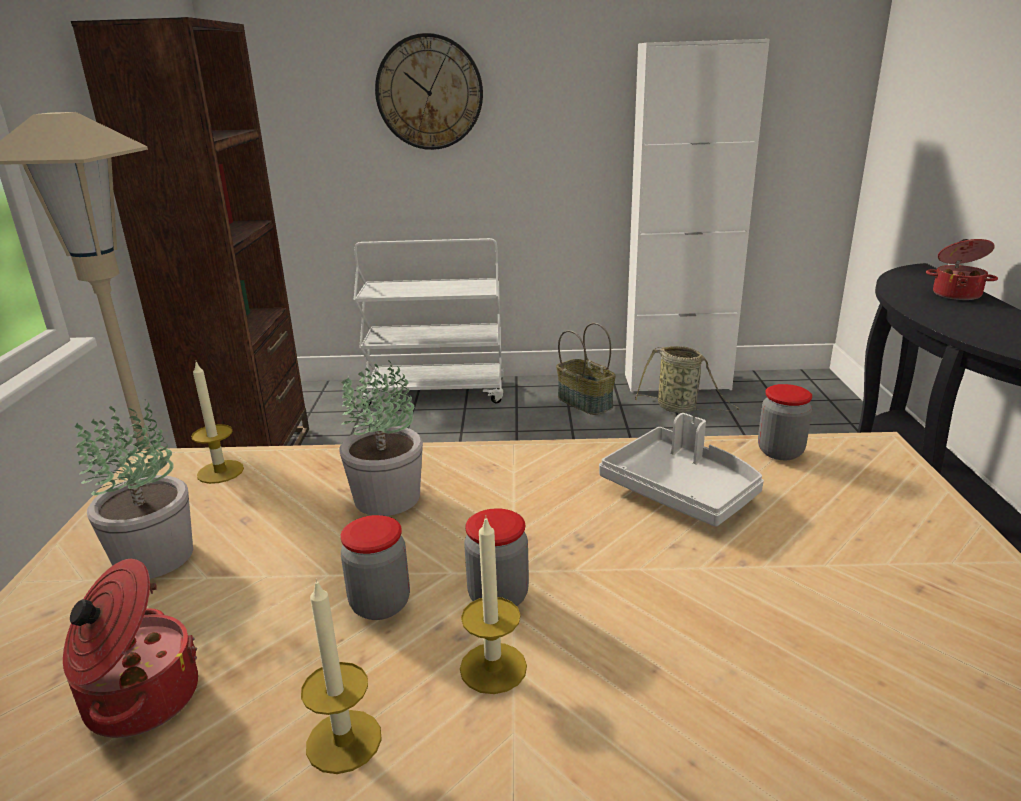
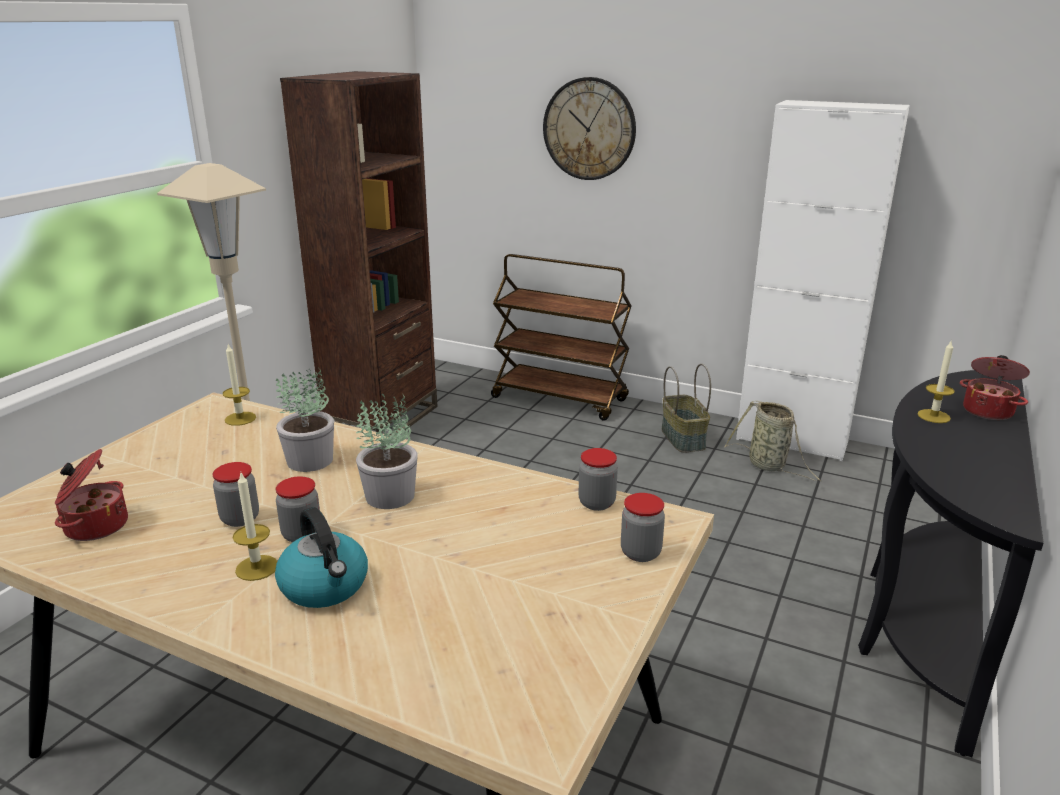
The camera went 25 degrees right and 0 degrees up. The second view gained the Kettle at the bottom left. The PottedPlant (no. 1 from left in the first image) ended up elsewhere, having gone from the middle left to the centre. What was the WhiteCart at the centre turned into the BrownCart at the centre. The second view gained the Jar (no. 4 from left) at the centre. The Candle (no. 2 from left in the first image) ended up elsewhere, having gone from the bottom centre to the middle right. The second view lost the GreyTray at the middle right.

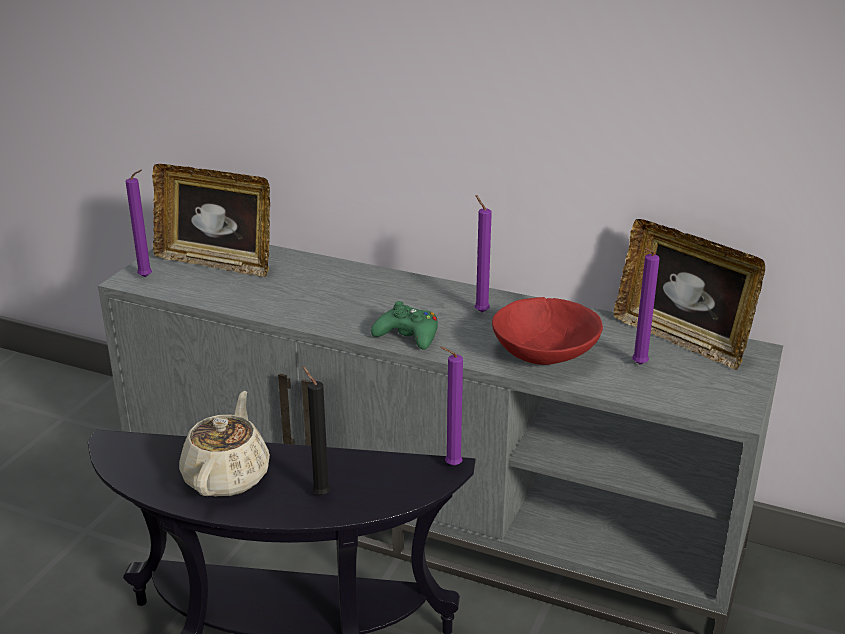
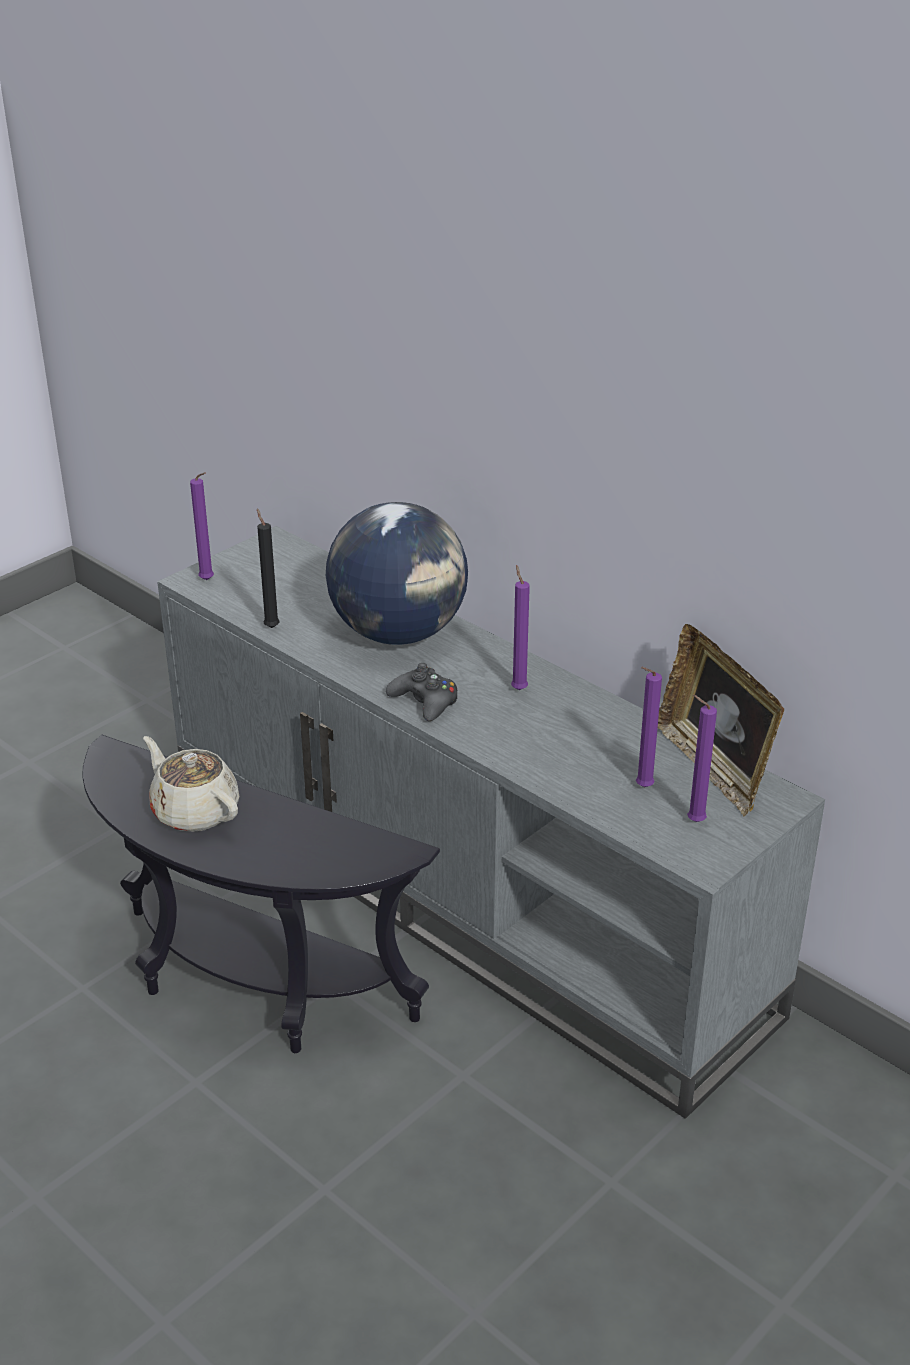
The camera went 20 degrees right and 5 degrees up. The BeigeTeapot at the bottom left ended up facing another way, 75 degrees counterclockwise from before. The BlackCandle ended up elsewhere, having gone from the bottom centre to the middle left. The second view gained the Globe at the centre. What was the GreenGameController at the centre turned into the BlackGameController at the centre. The PurpleCandle (no. 2 from left in the first image) ended up elsewhere, having gone from the centre to the middle right. The second view lost the PictureFrame (no. 1 from left) at the middle left. The second view lost the RedBowl at the centre.

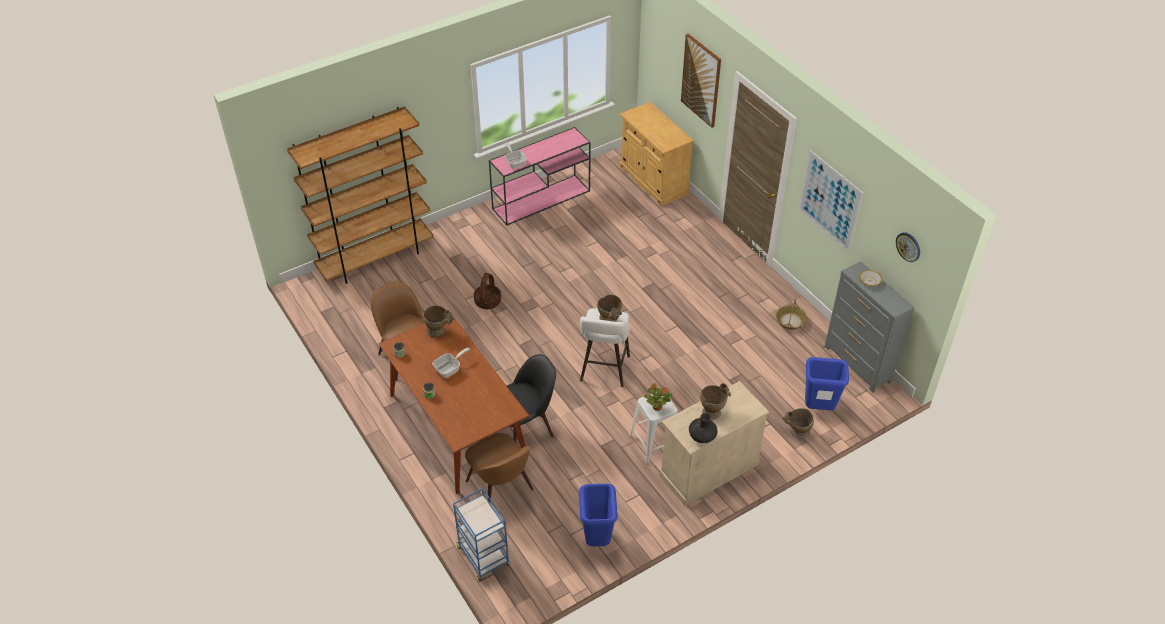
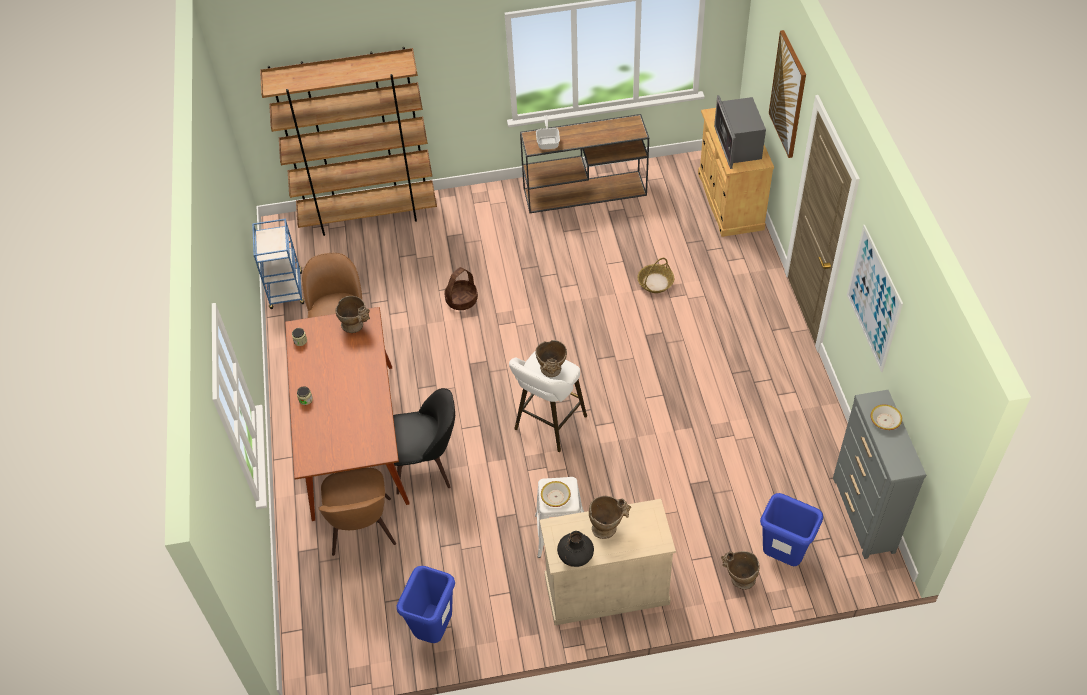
The camera went 25 degrees right and 5 degrees up. The BlueCart ended up elsewhere, having gone from the bottom centre to the middle left. What was the PinkConsoleTable at the top centre turned into the BrownConsoleTable at the top centre. Where the PottedPlant stood at the centre, the Bowl (no. 1 from left) came to stand at the bottom centre. The Basket (no. 2 from left) ended up elsewhere, having gone from the middle right to the centre. The second view gained the Microwave at the top right. The second view lost the FryingPan (no. 1 from left) at the centre. The second view lost the WallClock at the middle right.

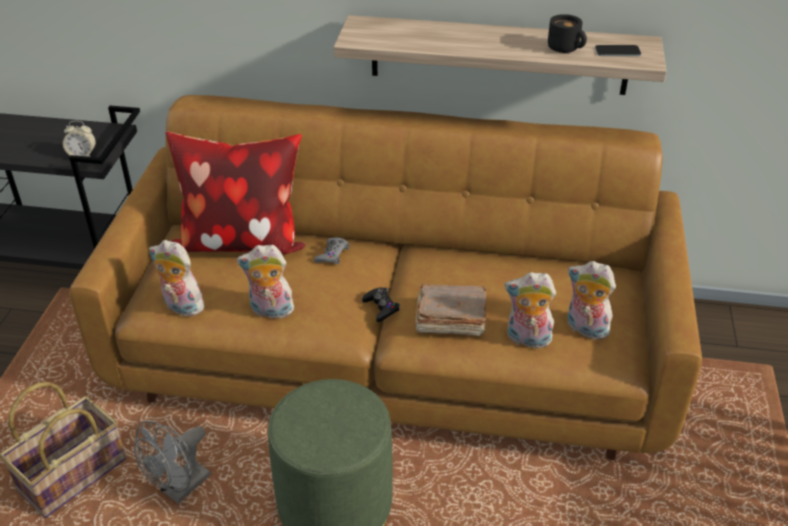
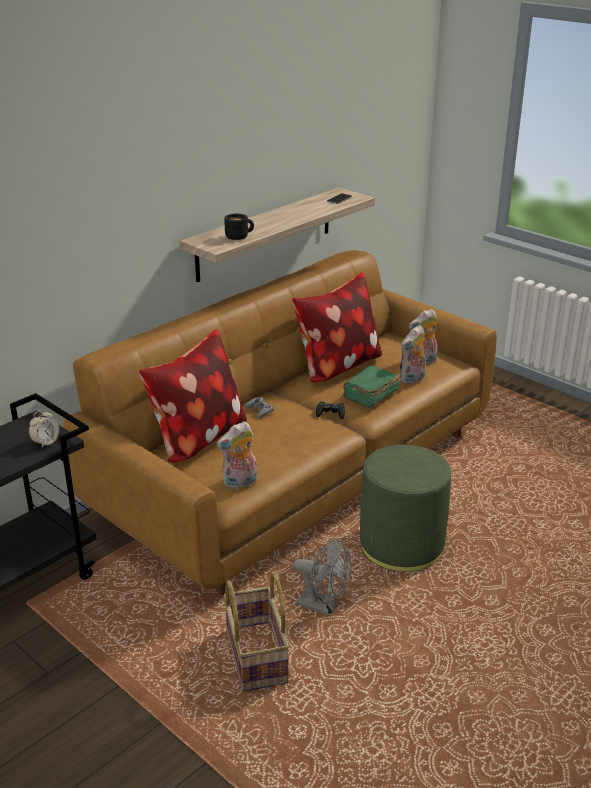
The camera went 55 degrees left and 10 degrees down. The BlackMug ended up elsewhere, having gone from the top right to the top centre. The second view gained the Pillow (no. 2 from left) at the centre. The GreyFan at the bottom left ended up facing another way, 45 degrees counterclockwise from before. What was the BrownBook at the centre turned into the GreenBook at the centre. The second view lost the PlushToy (no. 2 from left) at the centre.

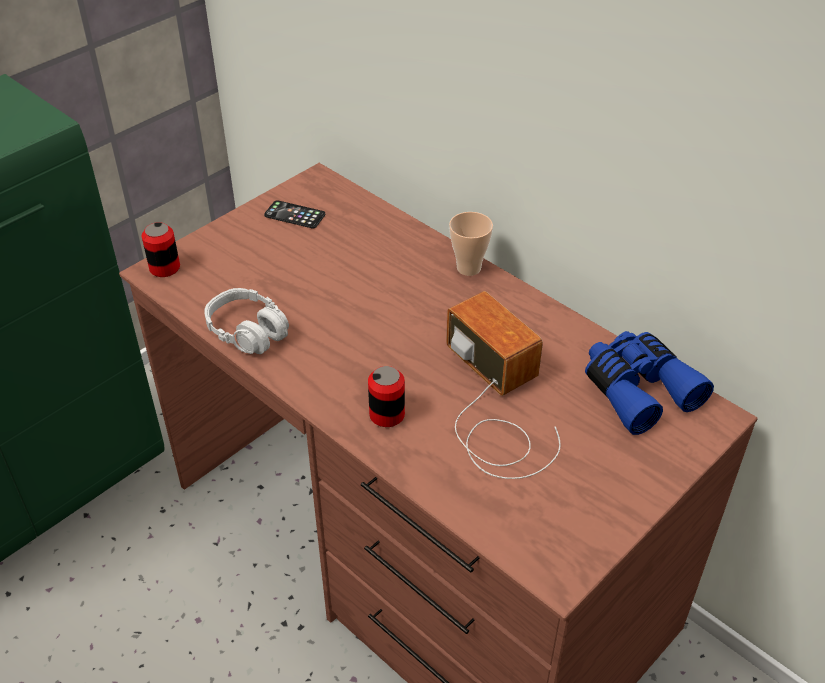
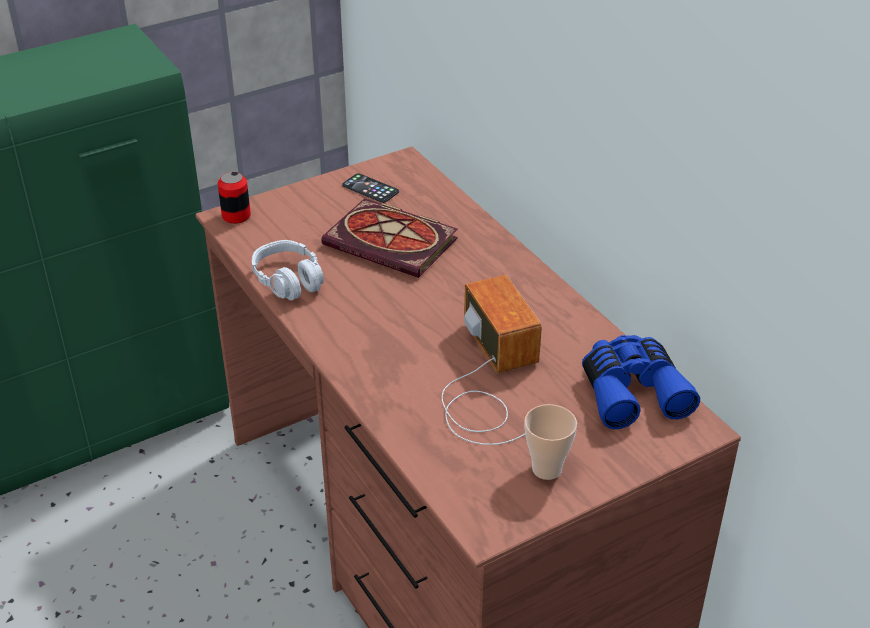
The camera went 15 degrees right and 5 degrees down. The second view gained the Book at the centre. The Cup ended up elsewhere, having gone from the centre to the bottom centre. The second view lost the Can (no. 2 from left) at the centre.

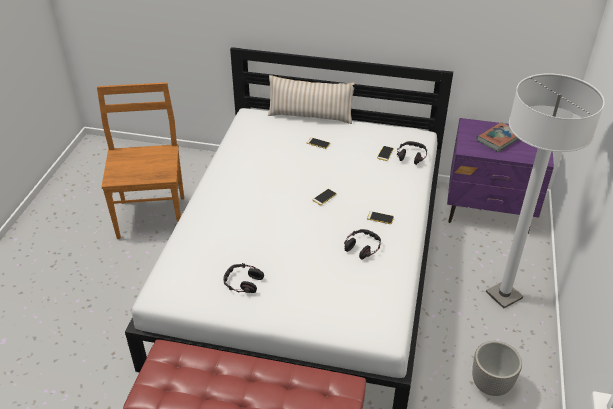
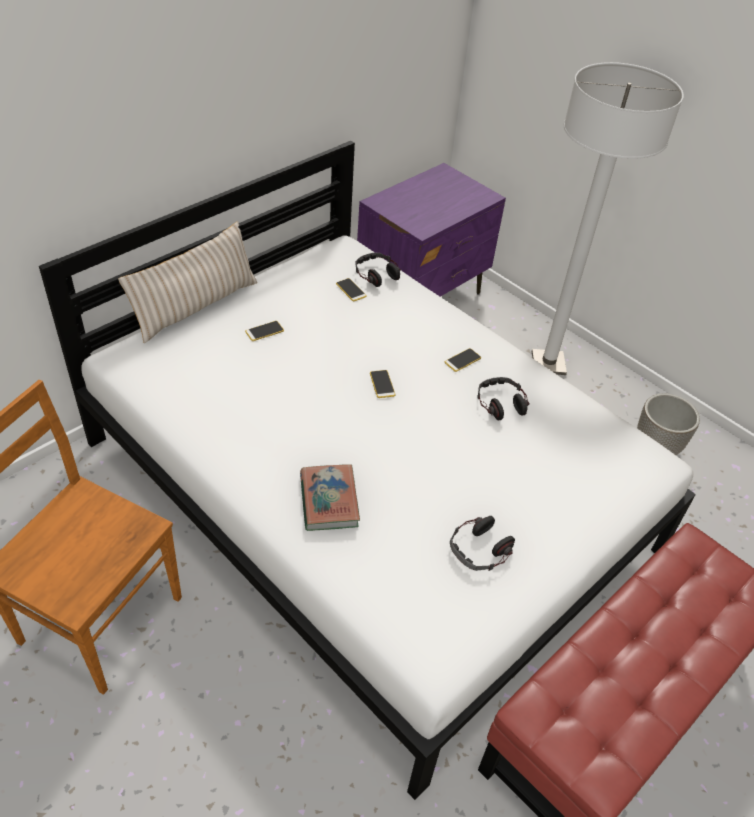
The camera went 60 degrees left and 5 degrees up. The Book ended up elsewhere, having gone from the middle right to the centre.

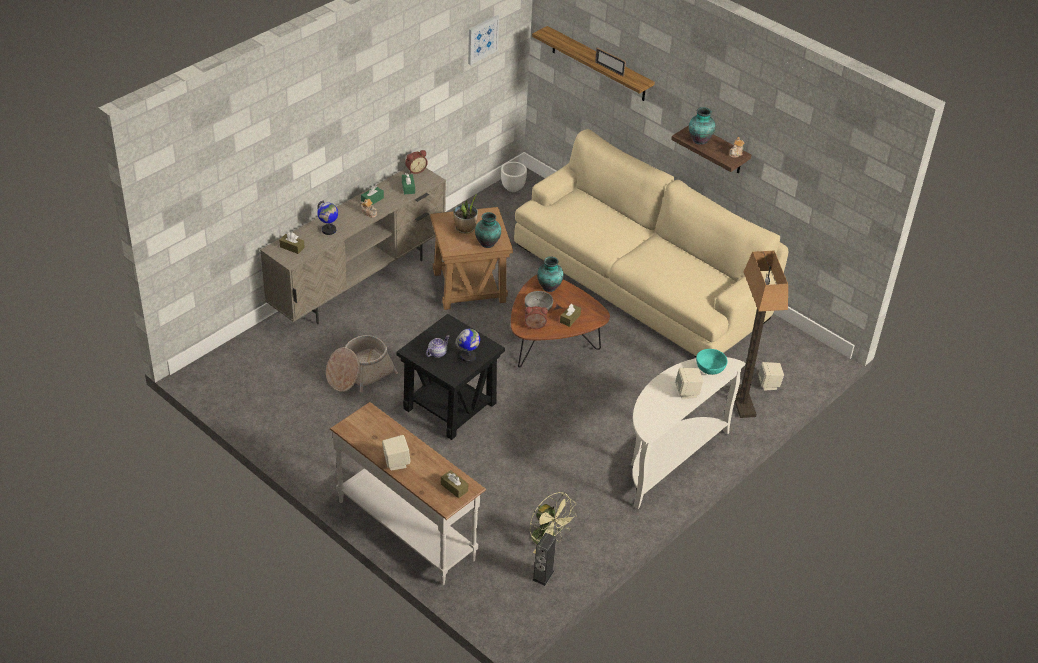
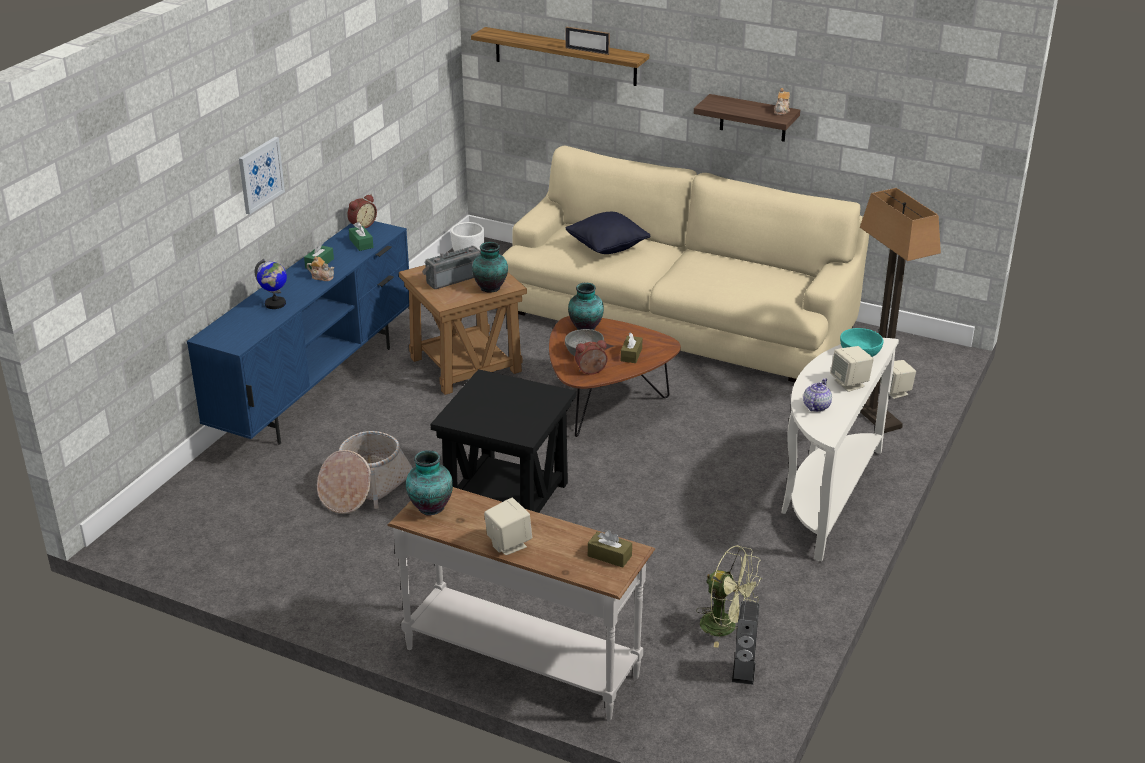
The camera went 15 degrees left and 10 degrees down. What was the BeigeTvStand at the centre turned into the BlueTvStand at the middle left. The Picture ended up elsewhere, having gone from the top centre to the top left. The Vase (no. 3 from left in the first image) ended up elsewhere, having gone from the top right to the centre. Where the PottedPlant stood at the top centre, the Radio came to stand at the centre. The second view gained the BlackPillow at the top centre. The Teapot (no. 2 from left in the first image) ended up elsewhere, having gone from the centre to the middle right. The second view lost the BrownTissueBox (no. 1 from left) at the middle left. The second view lost the Globe (no. 2 from left) at the centre.

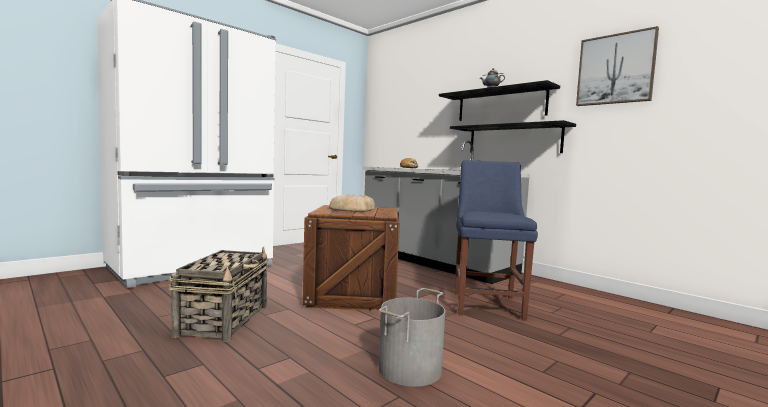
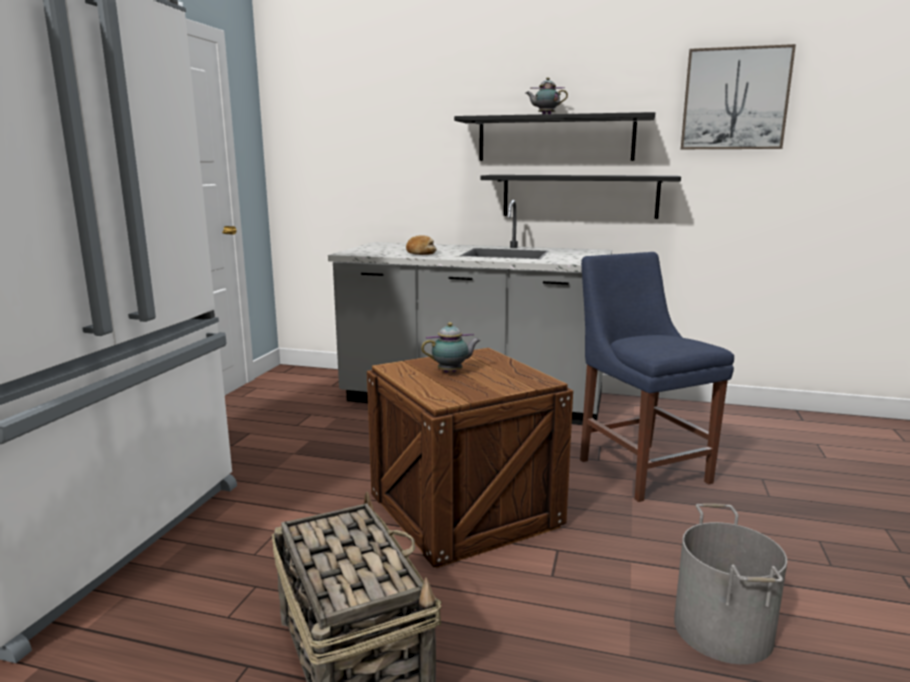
The camera went 30 degrees left and 10 degrees up. Where the Bread (no. 1 from left) stood at the centre, the Teapot (no. 1 from left) came to stand at the centre.

